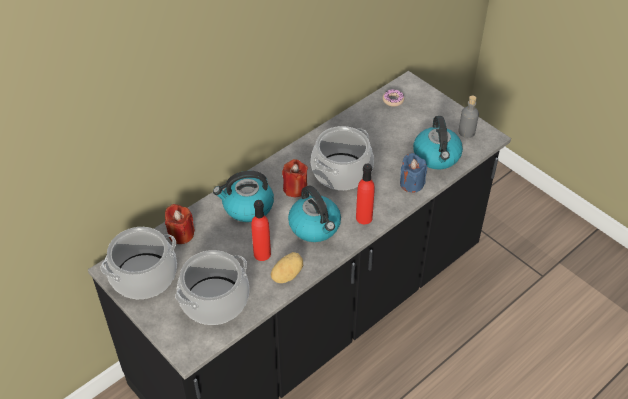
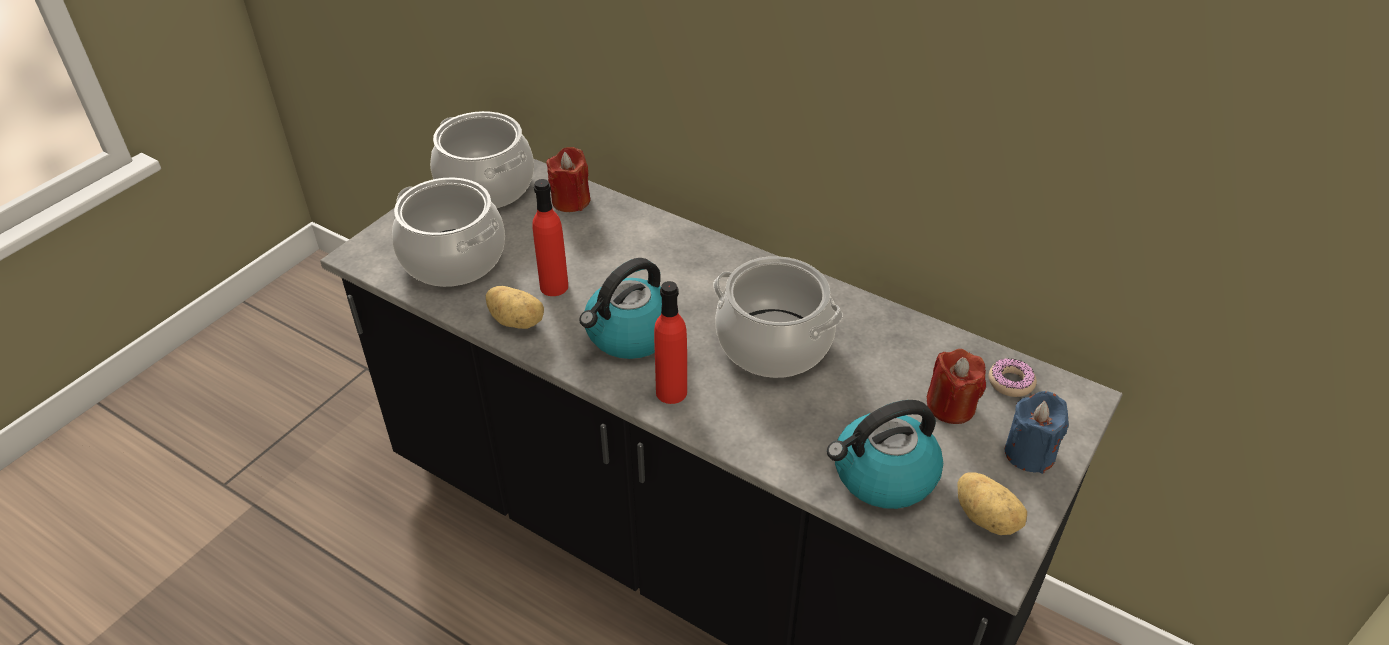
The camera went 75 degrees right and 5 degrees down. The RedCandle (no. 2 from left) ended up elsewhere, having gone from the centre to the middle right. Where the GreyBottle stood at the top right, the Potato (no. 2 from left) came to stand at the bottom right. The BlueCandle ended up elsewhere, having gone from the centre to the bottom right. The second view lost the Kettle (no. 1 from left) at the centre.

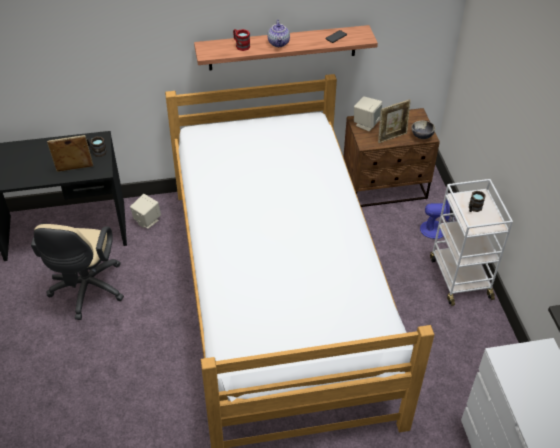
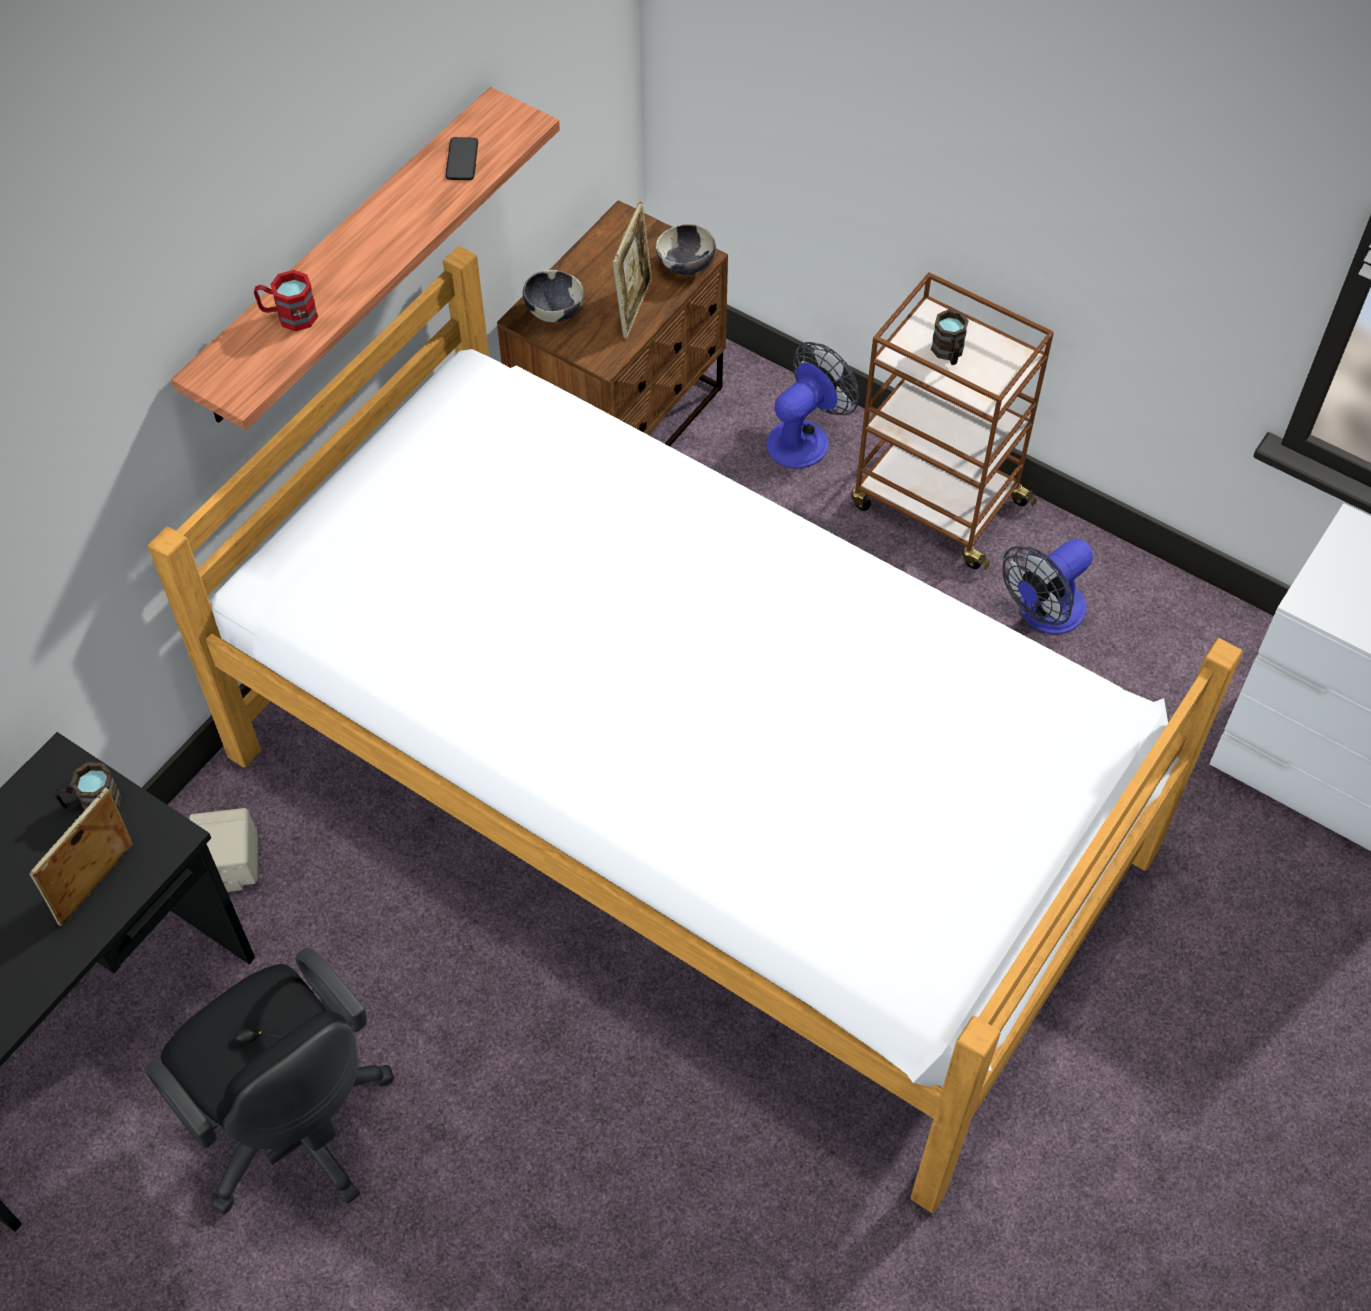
The camera went 45 degrees left and 10 degrees up. What was the BeigeOfficeChair at the middle left turned into the BlackOfficeChair at the bottom left. Where the BeigeSpeaker (no. 2 from left) stood at the top centre, the Bowl (no. 1 from left) came to stand at the top centre. What was the WhiteCart at the middle right turned into the BrownCart at the top right. The second view gained the Fan (no. 2 from left) at the middle right. The second view lost the Teapot at the top centre.

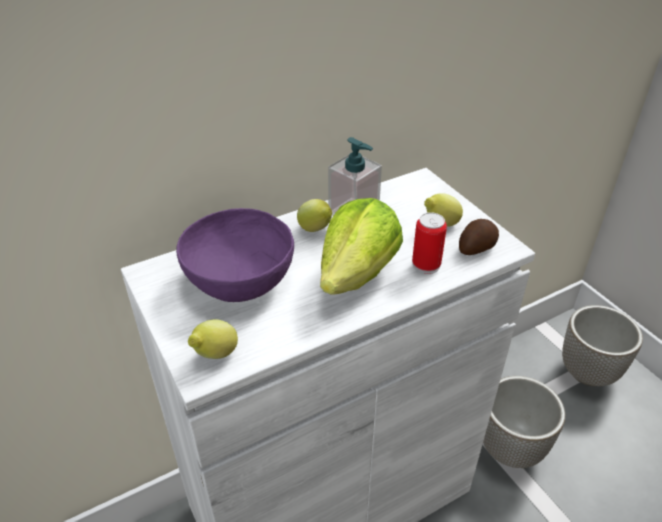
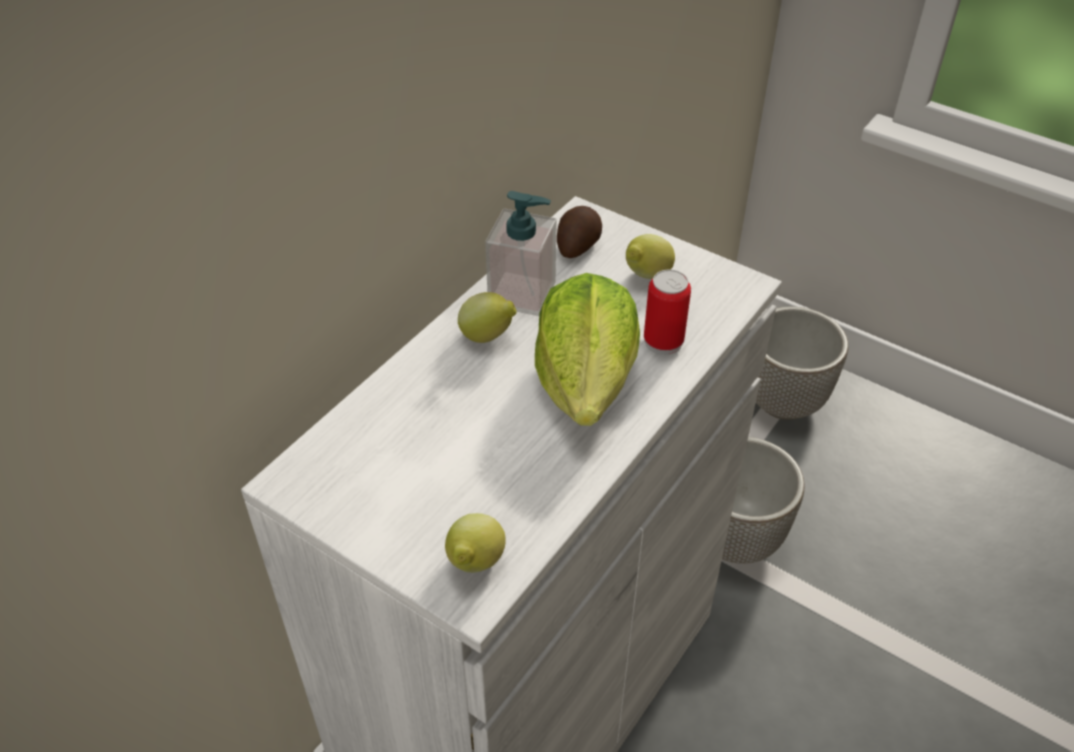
The camera went 25 degrees left and 5 degrees up. The Potato ended up elsewhere, having gone from the middle right to the top centre. The second view lost the PurpleBowl at the centre.

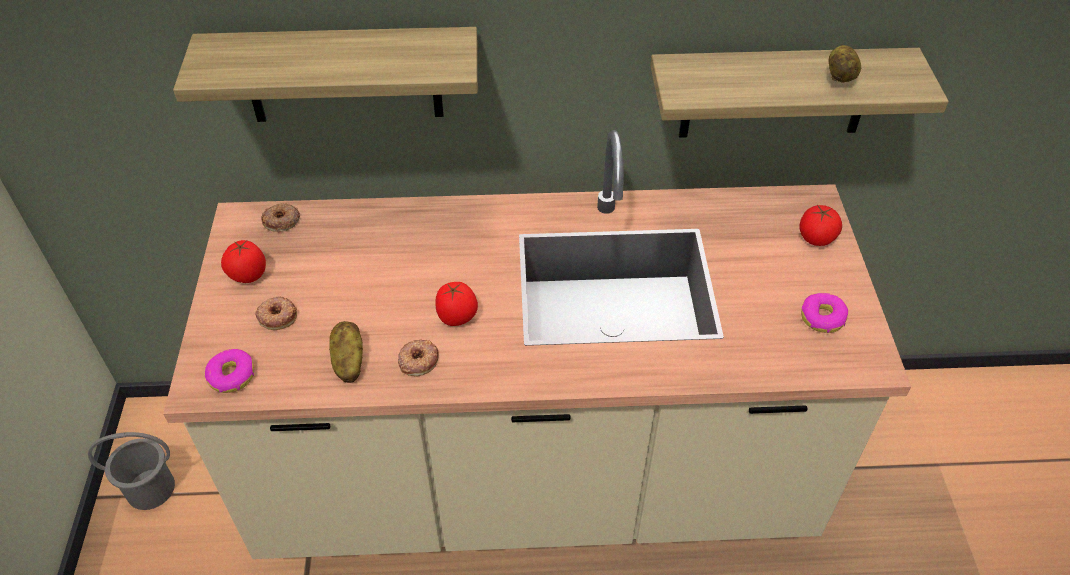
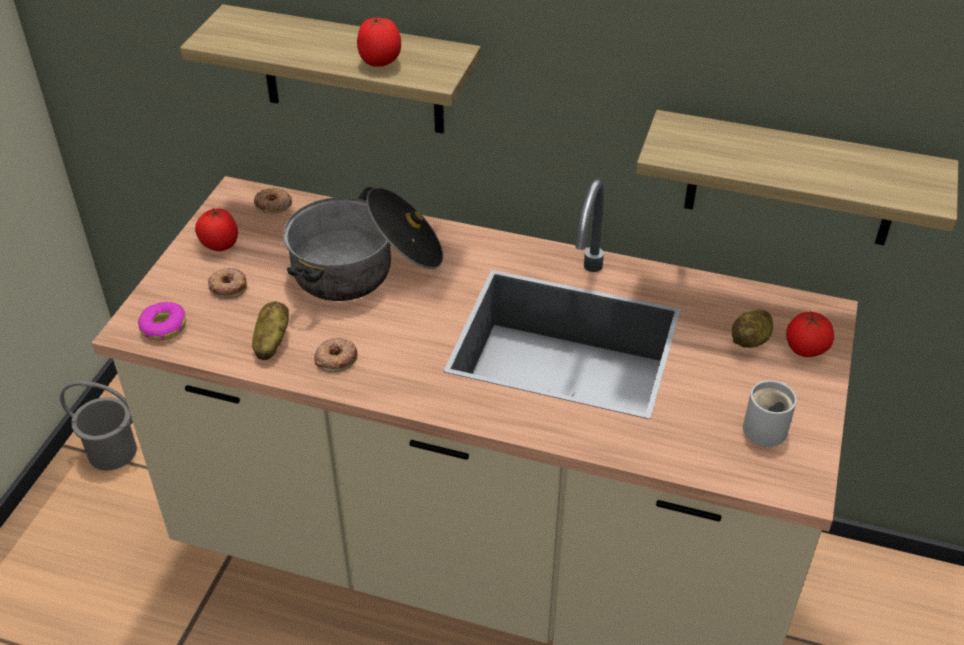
The camera went 20 degrees right and 5 degrees down. The second view gained the CookingPot at the centre. The Tomato (no. 2 from left) ended up elsewhere, having gone from the centre to the top centre. The Potato (no. 2 from left) ended up elsewhere, having gone from the top right to the middle right. Where the Donut (no. 5 from left) stood at the middle right, the WhiteMug came to stand at the middle right.

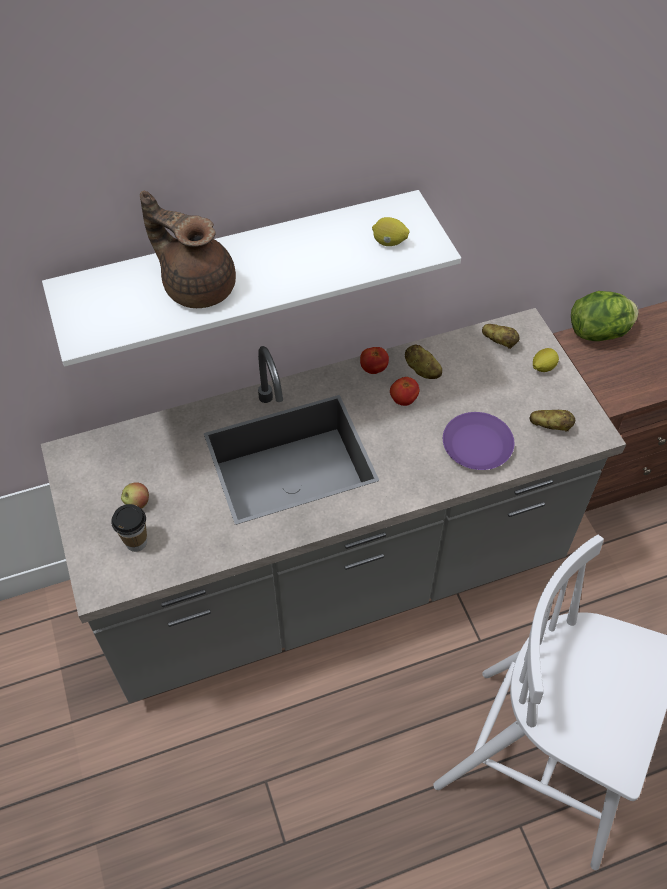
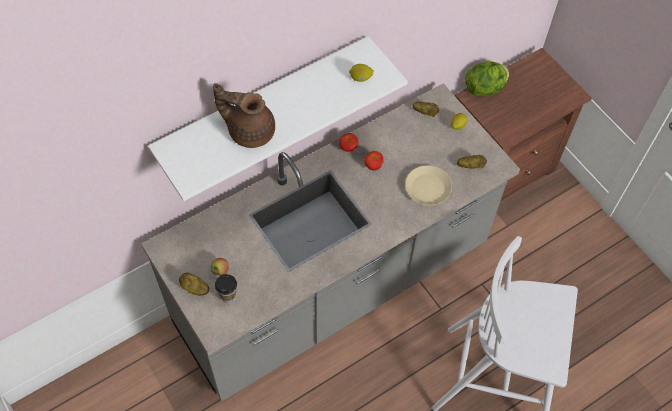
The camera went 15 degrees left and 5 degrees up. The Potato (no. 1 from left) ended up elsewhere, having gone from the centre to the bottom left. What was the PurplePlate at the middle right turned into the BeigePlate at the centre.

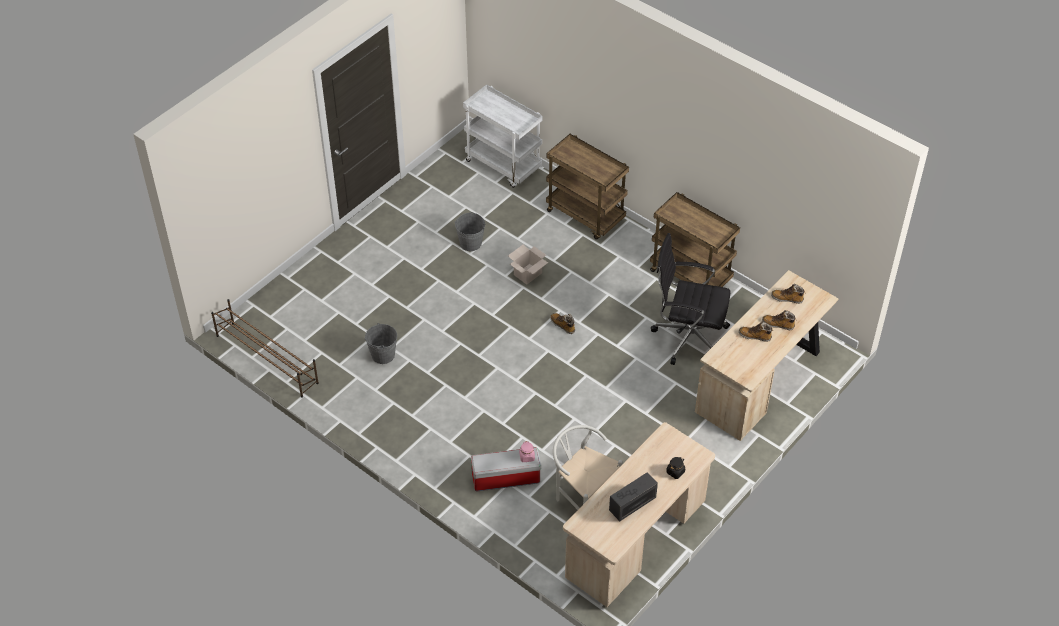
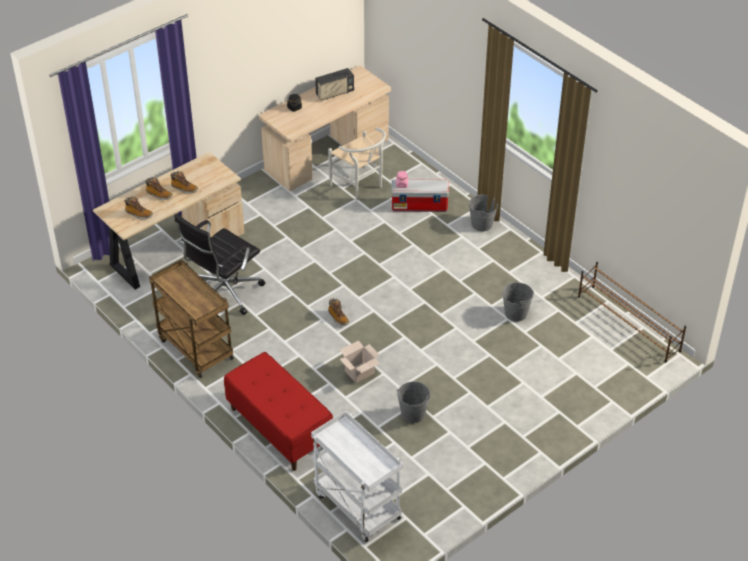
The camera went 170 degrees left and 5 degrees down. The BlackOfficeChair at the centre ended up facing another way, 105 degrees clockwise from before. Where the BrownCart (no. 1 from left) stood at the top centre, the RedBench came to stand at the bottom centre. The second view gained the GreyBucket (no. 2 from left) at the centre.

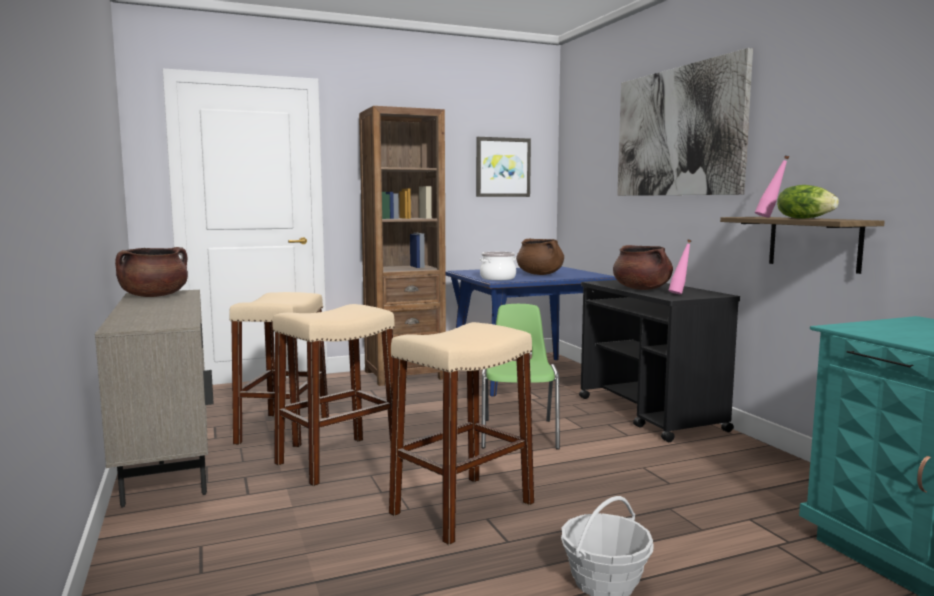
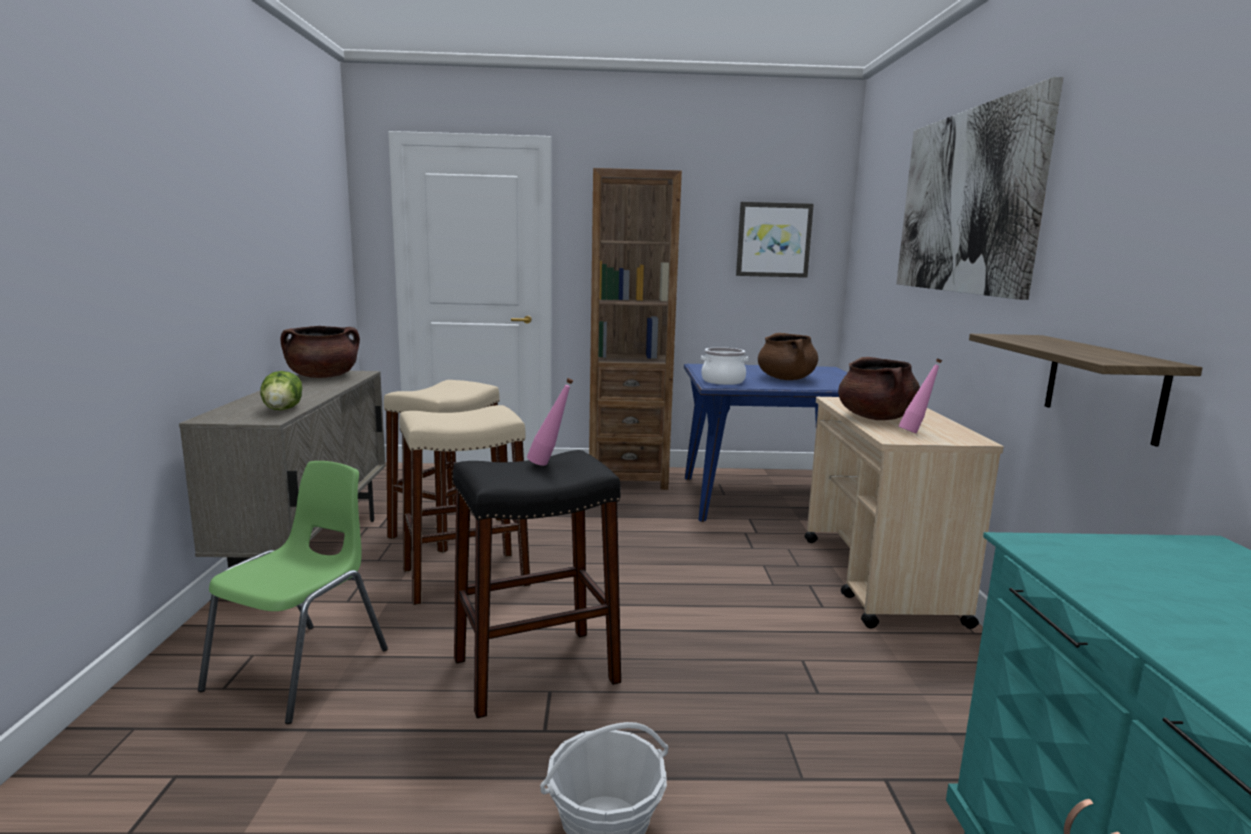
The camera went 20 degrees right and 5 degrees up. The GreenChair ended up elsewhere, having gone from the centre to the bottom left. The Lettuce ended up elsewhere, having gone from the middle right to the middle left. What was the BeigeStool (no. 3 from left) at the bottom centre turned into the BlackStool at the bottom centre. The PinkBottle (no. 2 from left in the first image) ended up elsewhere, having gone from the top right to the centre. What was the BlackCart at the middle right turned into the BeigeCart at the middle right.

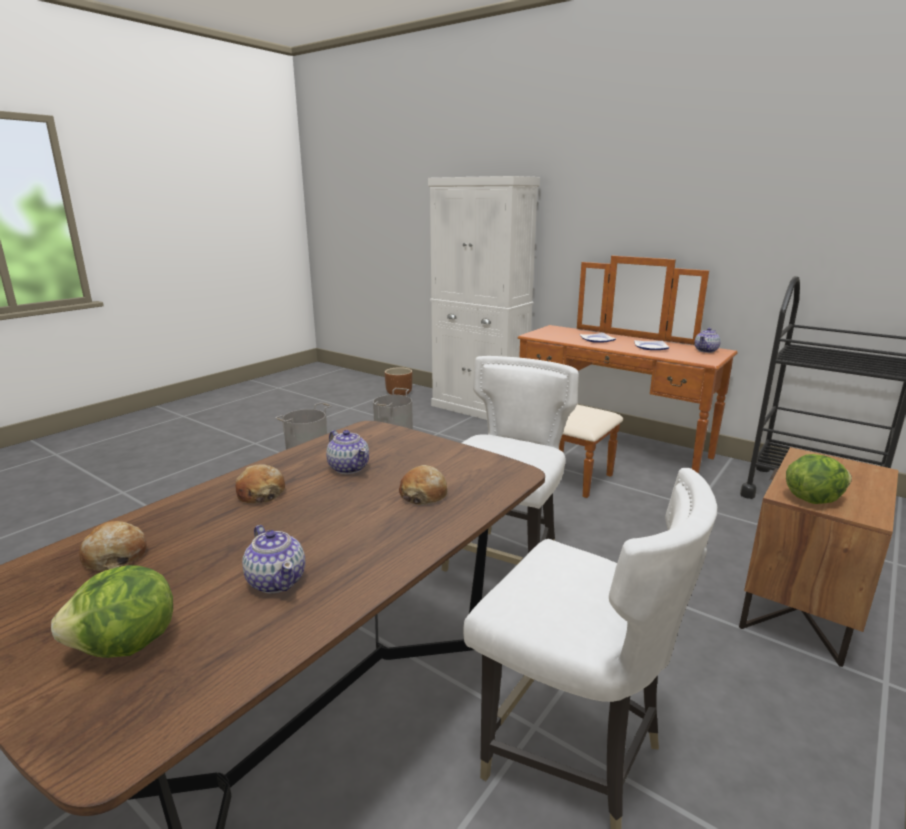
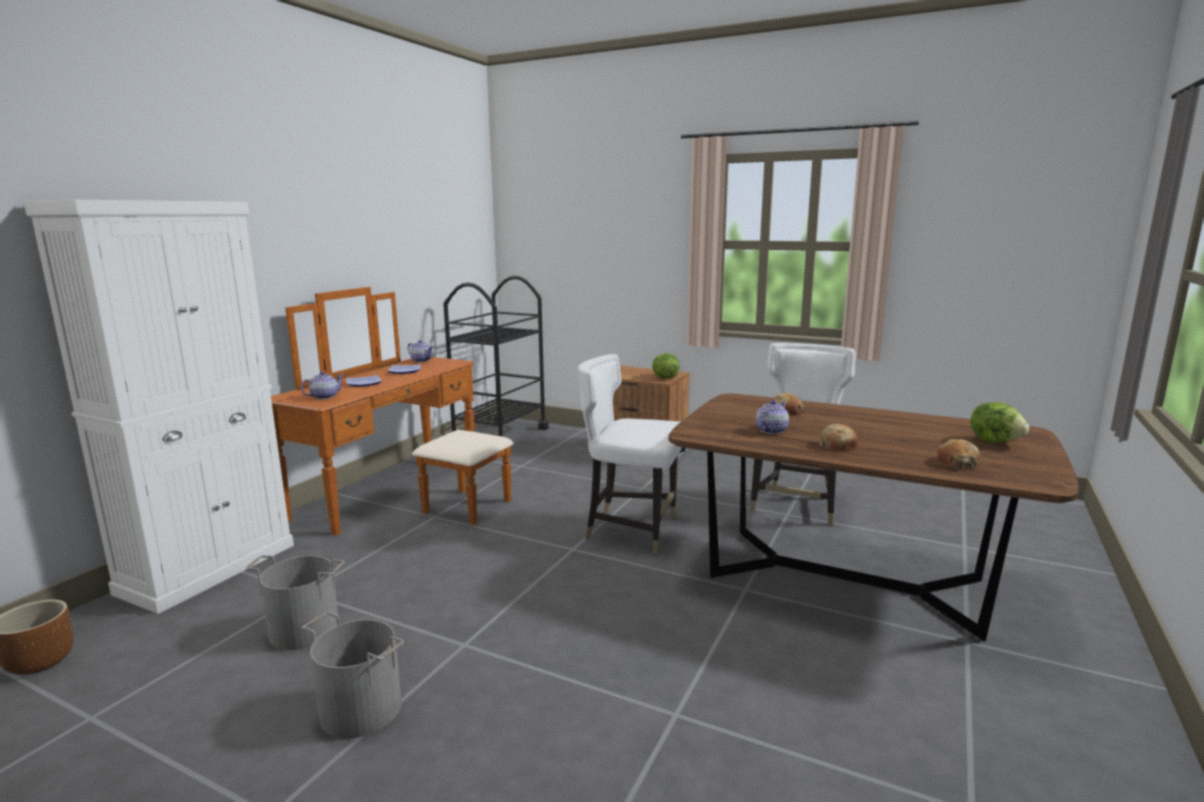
The camera went 100 degrees left and 5 degrees down. The Teapot (no. 1 from left) ended up elsewhere, having gone from the bottom left to the middle left.

